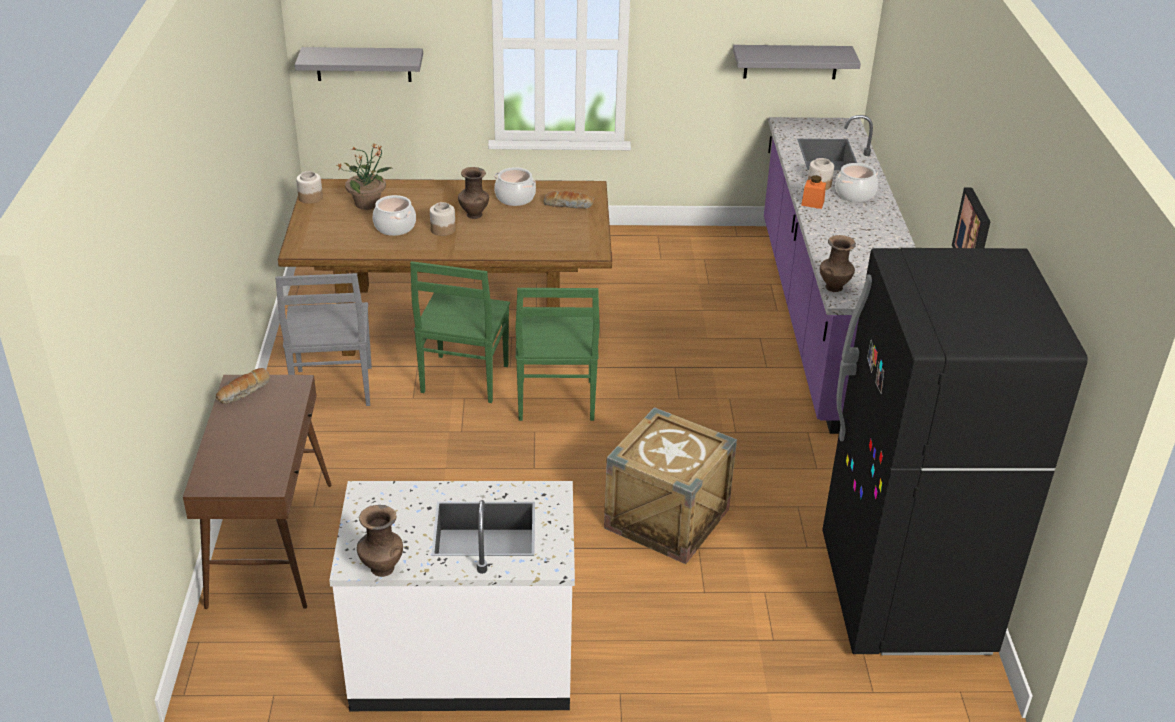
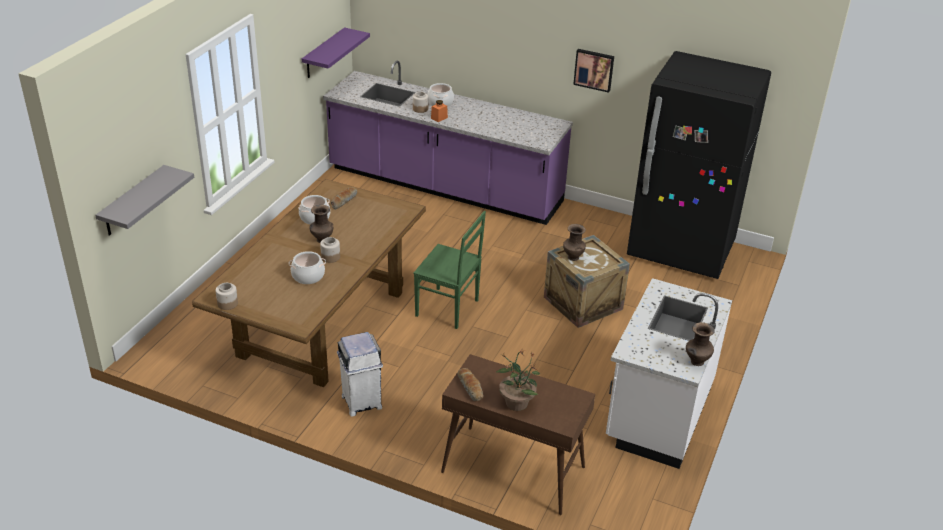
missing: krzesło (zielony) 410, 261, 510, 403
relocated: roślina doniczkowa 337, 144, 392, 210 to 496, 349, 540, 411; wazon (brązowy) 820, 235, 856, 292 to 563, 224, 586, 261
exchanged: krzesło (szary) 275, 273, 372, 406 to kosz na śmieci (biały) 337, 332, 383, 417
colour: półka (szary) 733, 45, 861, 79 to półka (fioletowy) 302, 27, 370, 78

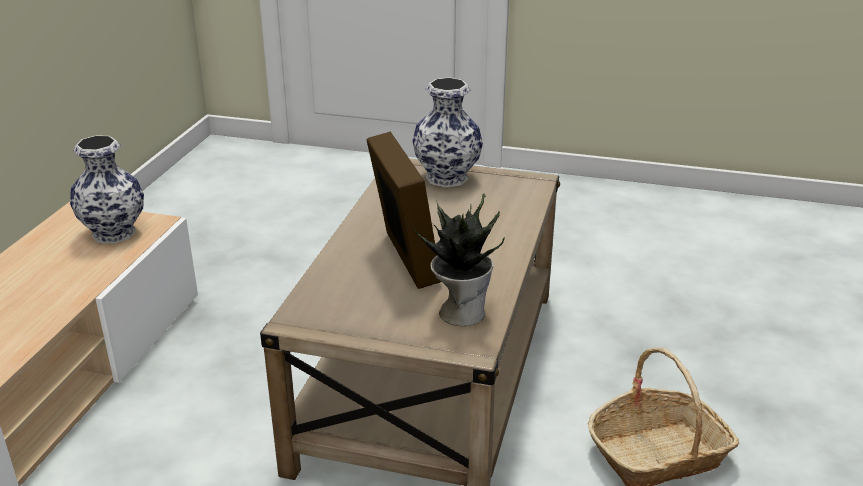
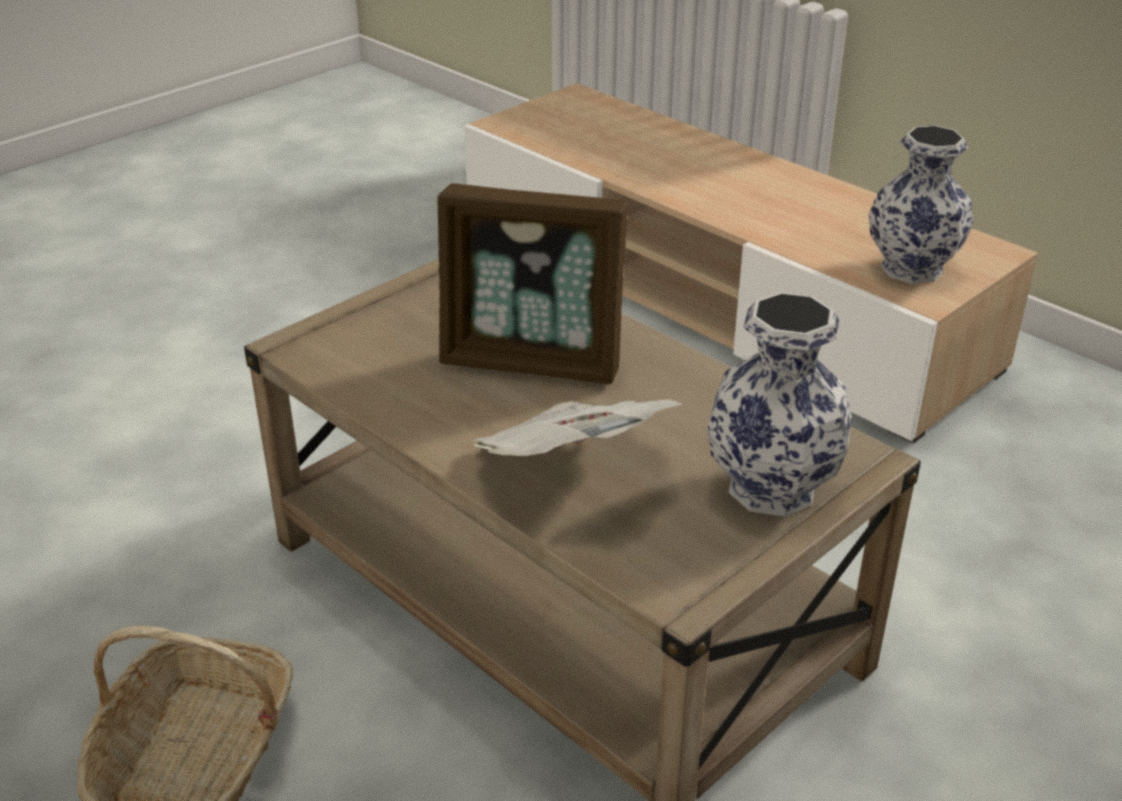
missing: roślina doniczkowa 414, 194, 505, 326
appeared: gazeta 472, 399, 683, 456

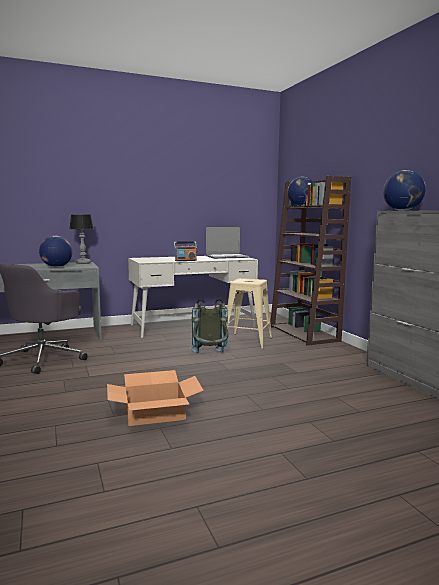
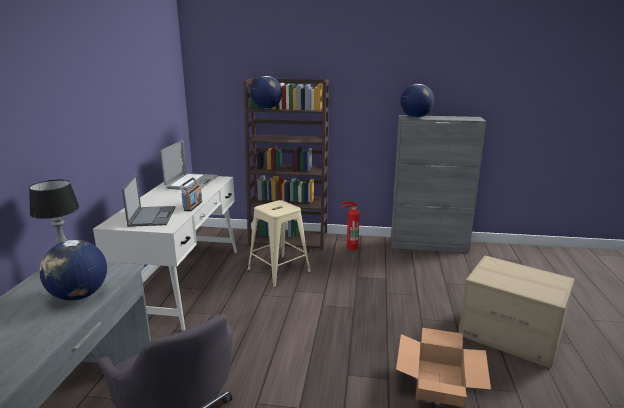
missing: plecak (szary) 190, 299, 229, 353
appeared: laptop 122, 174, 175, 227; gaśnica 341, 201, 360, 250; karton 458, 255, 575, 368

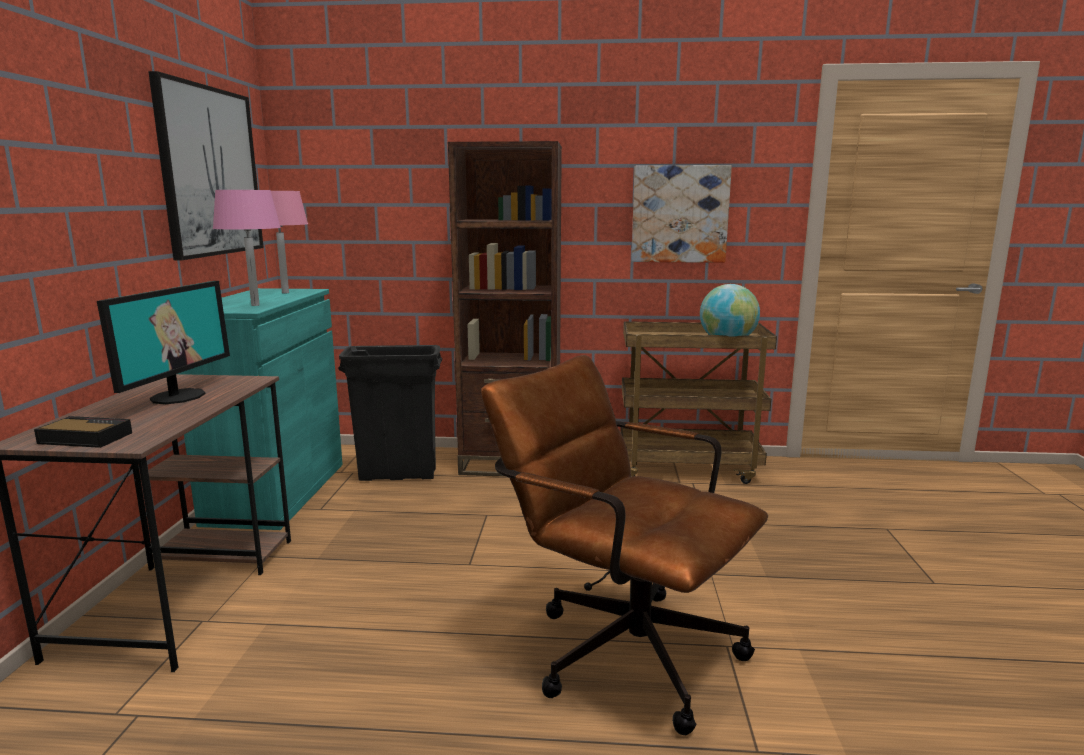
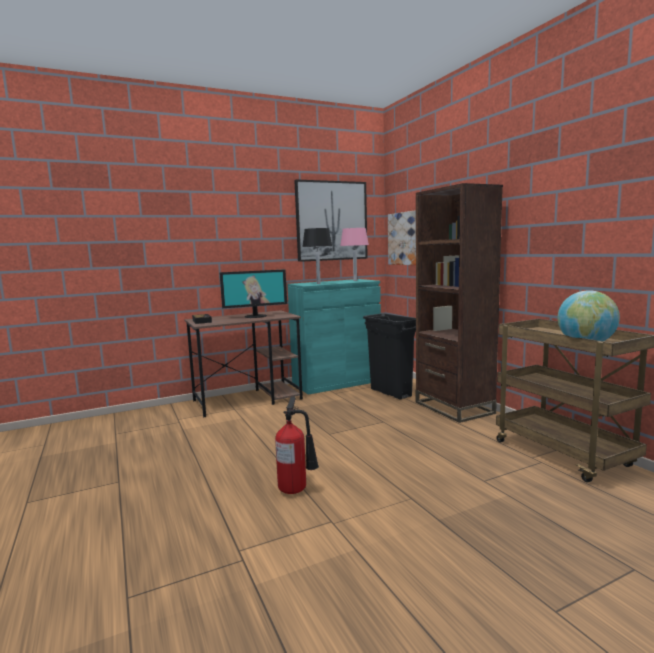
relocated: obraz 631, 165, 732, 263 to 388, 210, 416, 265
exchanged: krzesło biurowe (brązowy) 481, 355, 768, 735 to gaśnica 275, 397, 319, 494
colour: lampa stołowa (różowy) 213, 190, 281, 306 to lampa stołowa (czarny) 302, 228, 332, 284

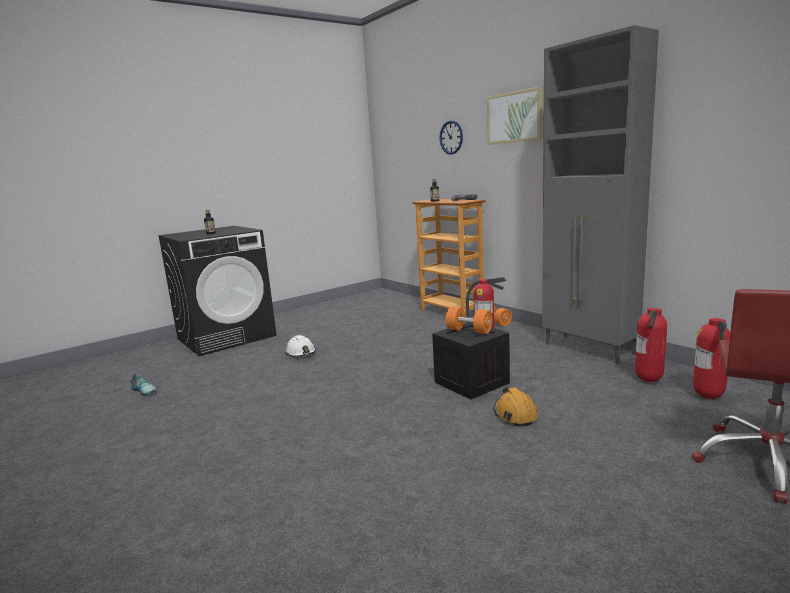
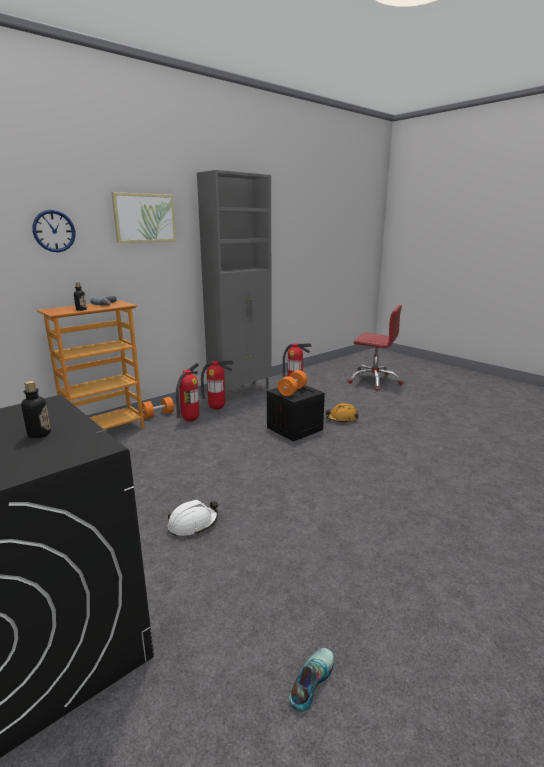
relocated: gaśnica 693, 318, 730, 399 to 201, 360, 234, 410

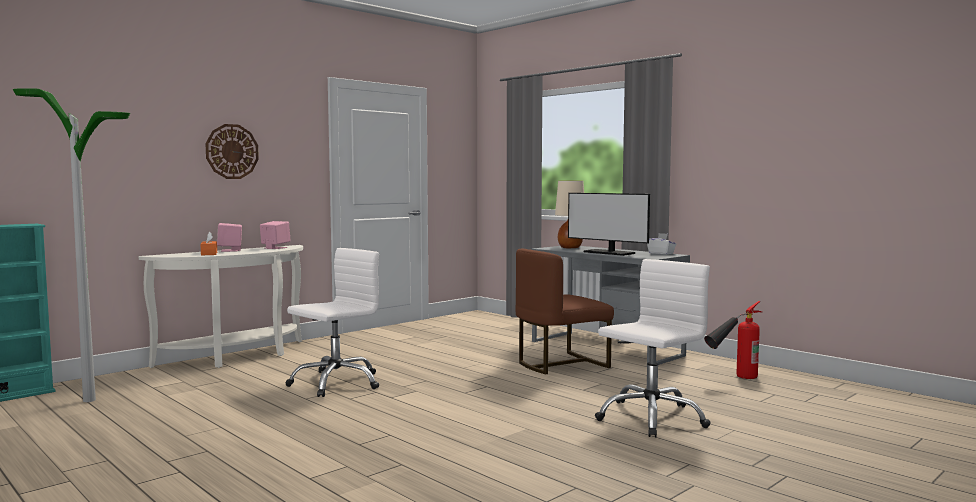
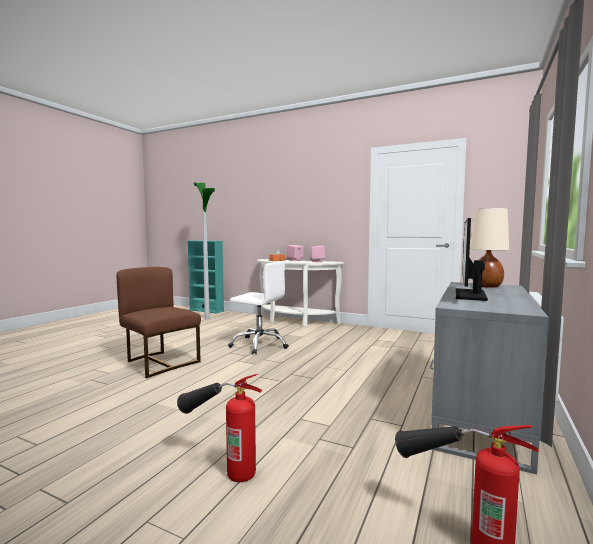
missing: zegar ścienny 205, 124, 259, 179; pudełko chusteczek (biały) 647, 233, 676, 254
relocated: krzesło (brązowy) 515, 248, 614, 375 to 116, 267, 201, 378
exchanged: krzesło biurowe (biały) 595, 259, 711, 437 to gaśnica 177, 374, 262, 482

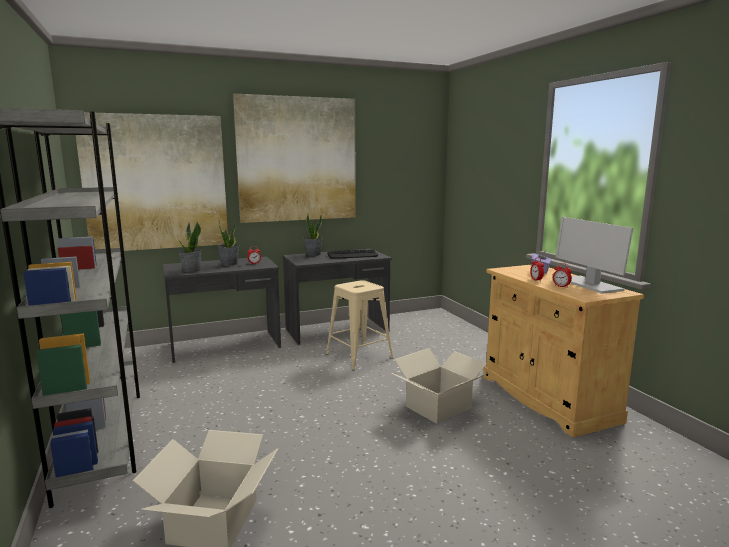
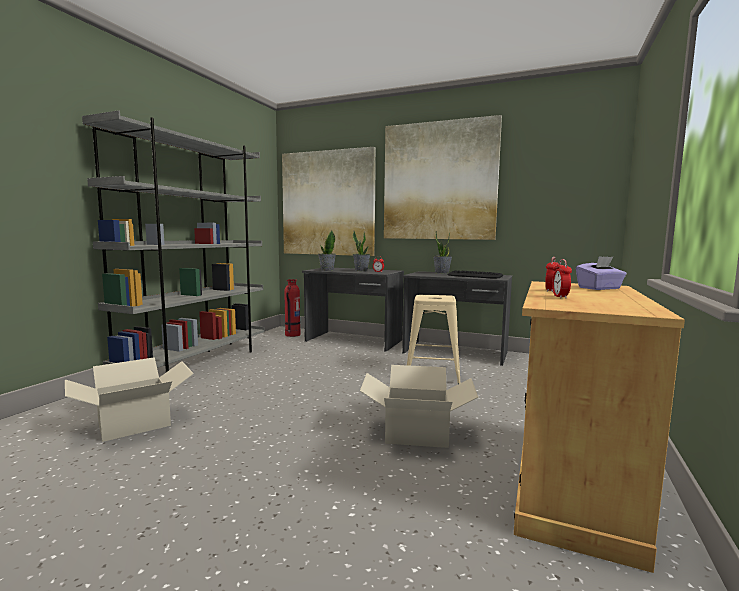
missing: monitor 555, 217, 633, 294
appeared: gaśnica 284, 279, 301, 337

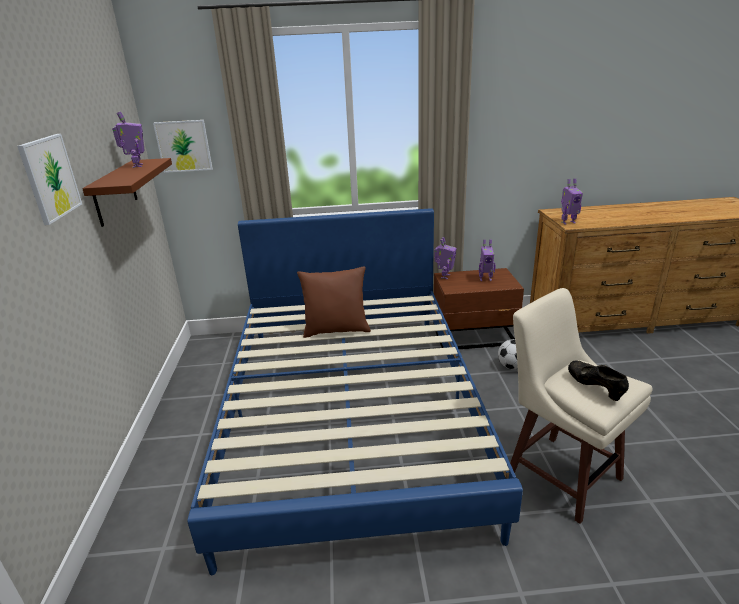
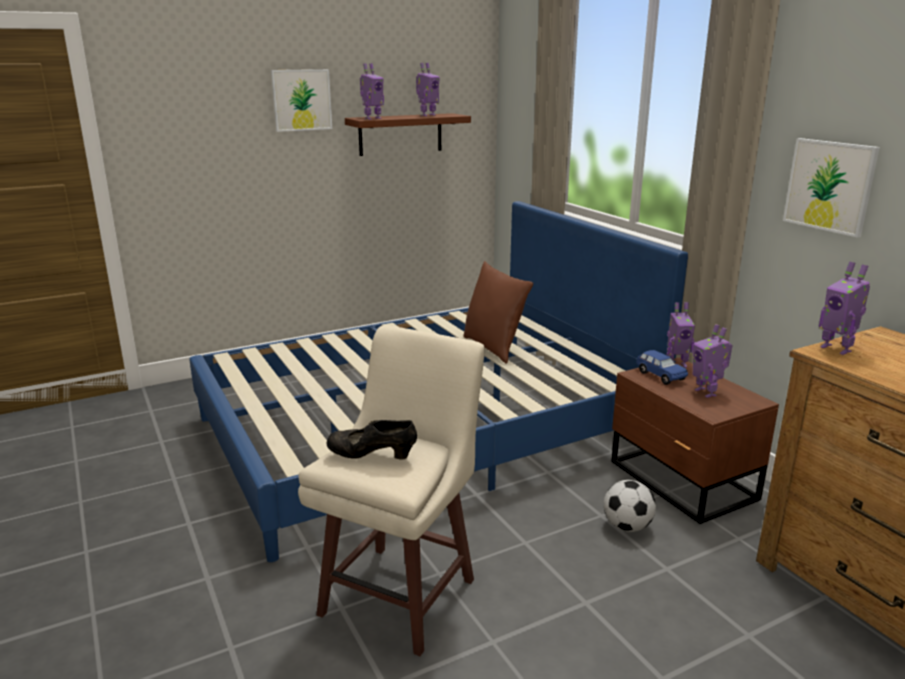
appeared: robot zabawkowy 360, 63, 384, 119; samochodzik (niebieski) 636, 350, 688, 385
relocated: obraz 153, 120, 213, 173 to 783, 138, 880, 238
spun: but (czarny) 568, 360, 629, 401 = 326, 420, 417, 460 120 degrees counterclockwise

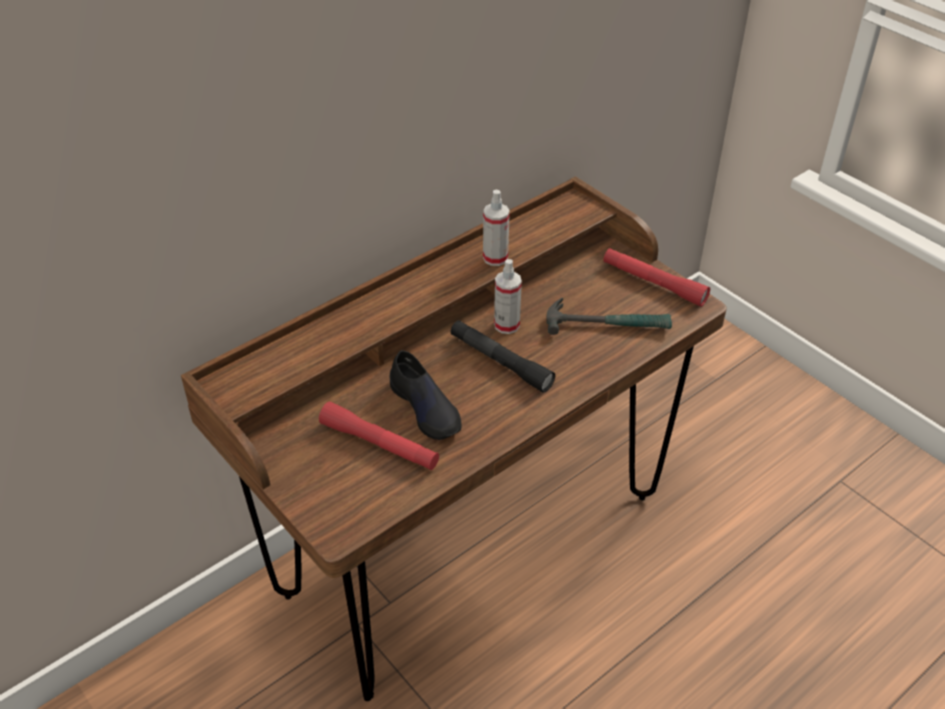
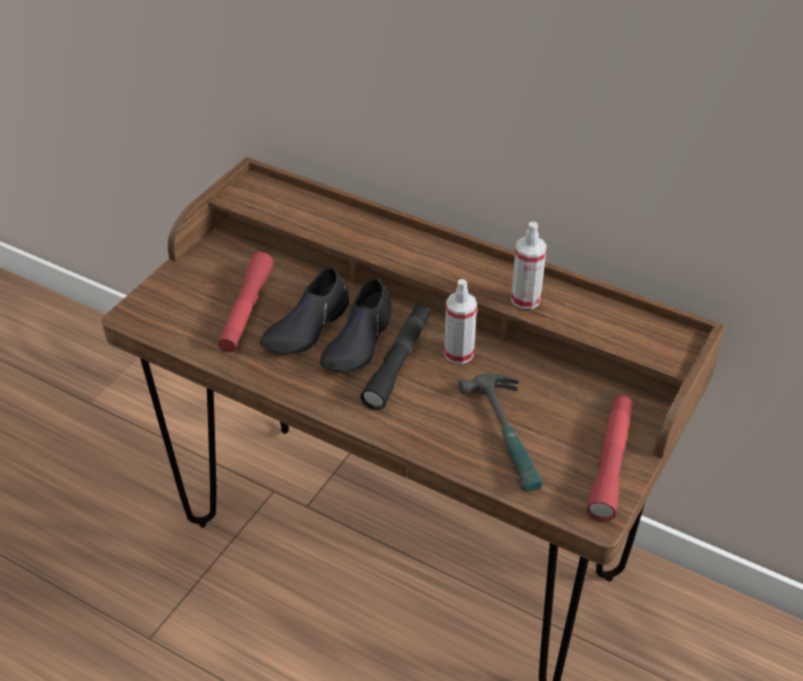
appeared: but (czarny) 320, 278, 392, 373

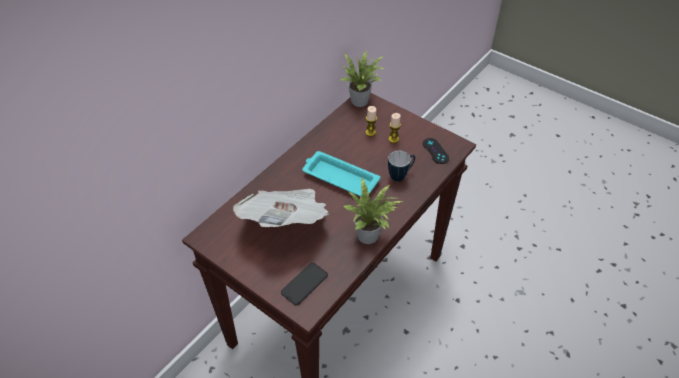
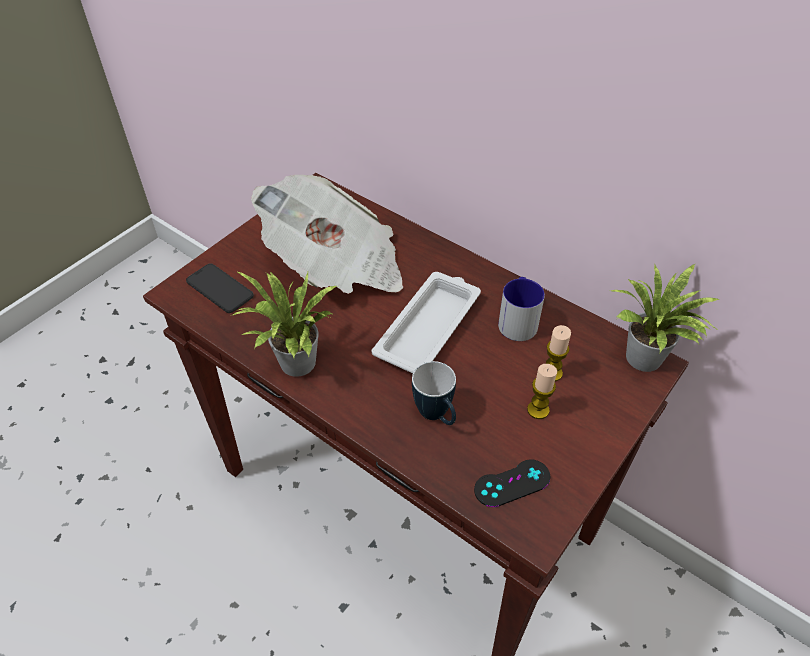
appeared: kubek 498, 277, 545, 341
colour: taca (turkusowy) 302, 151, 380, 197 to taca (biały) 372, 272, 481, 374

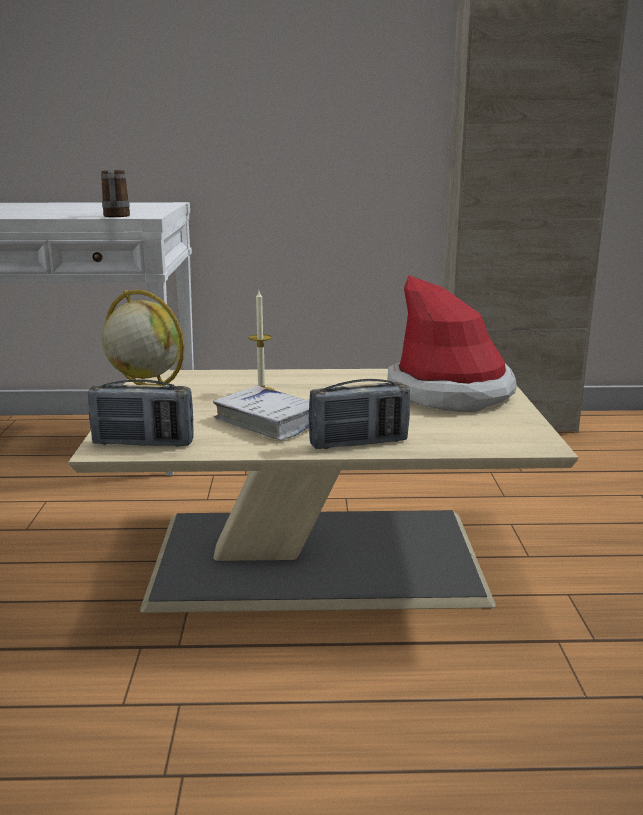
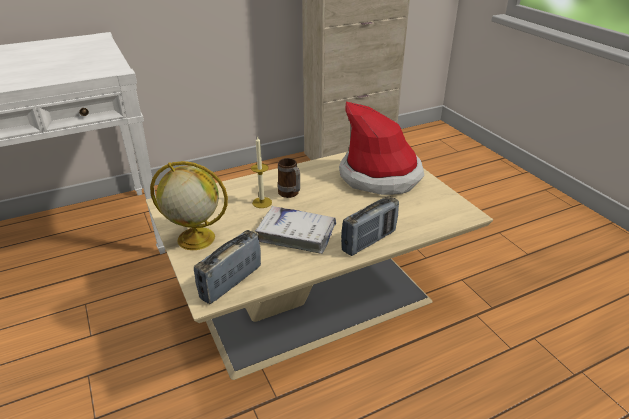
relocated: kubek 101, 170, 130, 217 to 277, 158, 300, 198
spun: radio 88, 379, 193, 447 = 194, 230, 261, 304 150 degrees clockwise

